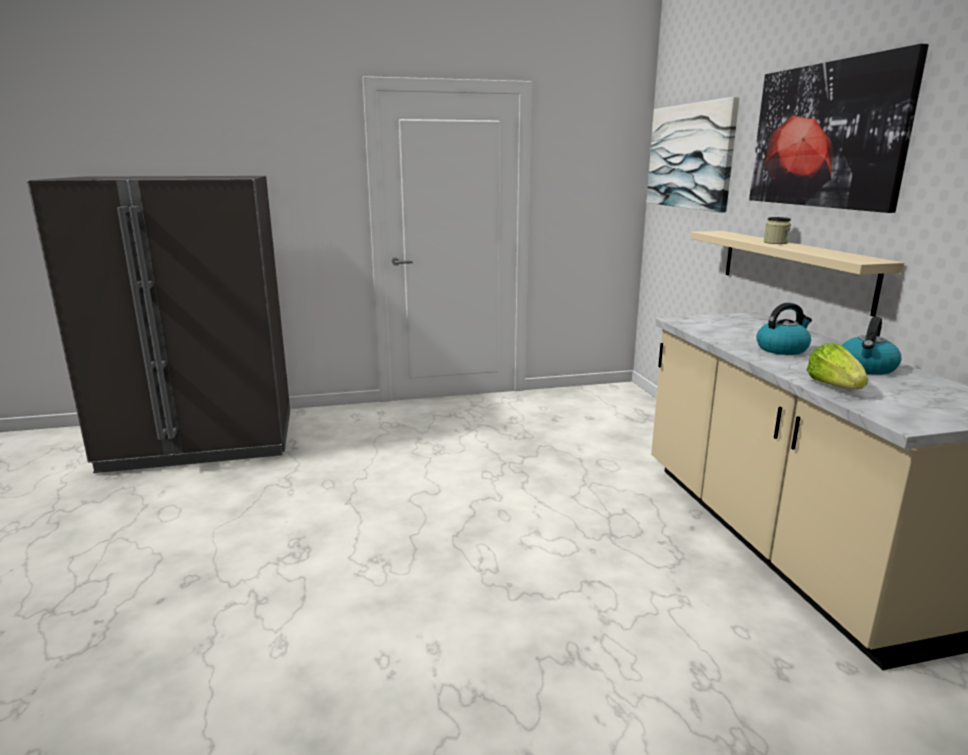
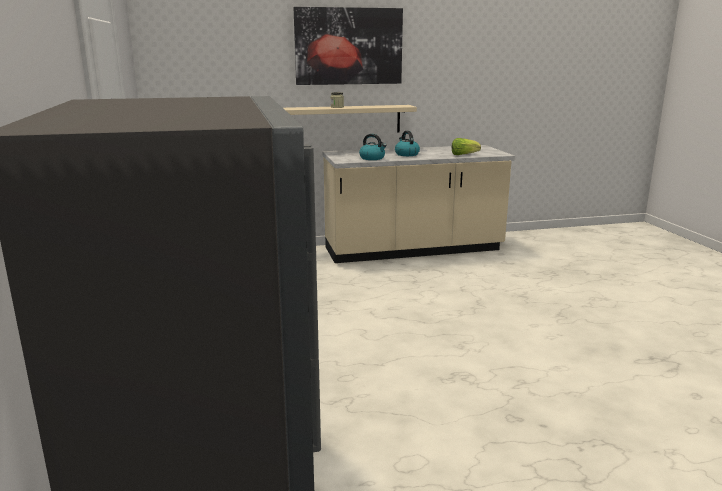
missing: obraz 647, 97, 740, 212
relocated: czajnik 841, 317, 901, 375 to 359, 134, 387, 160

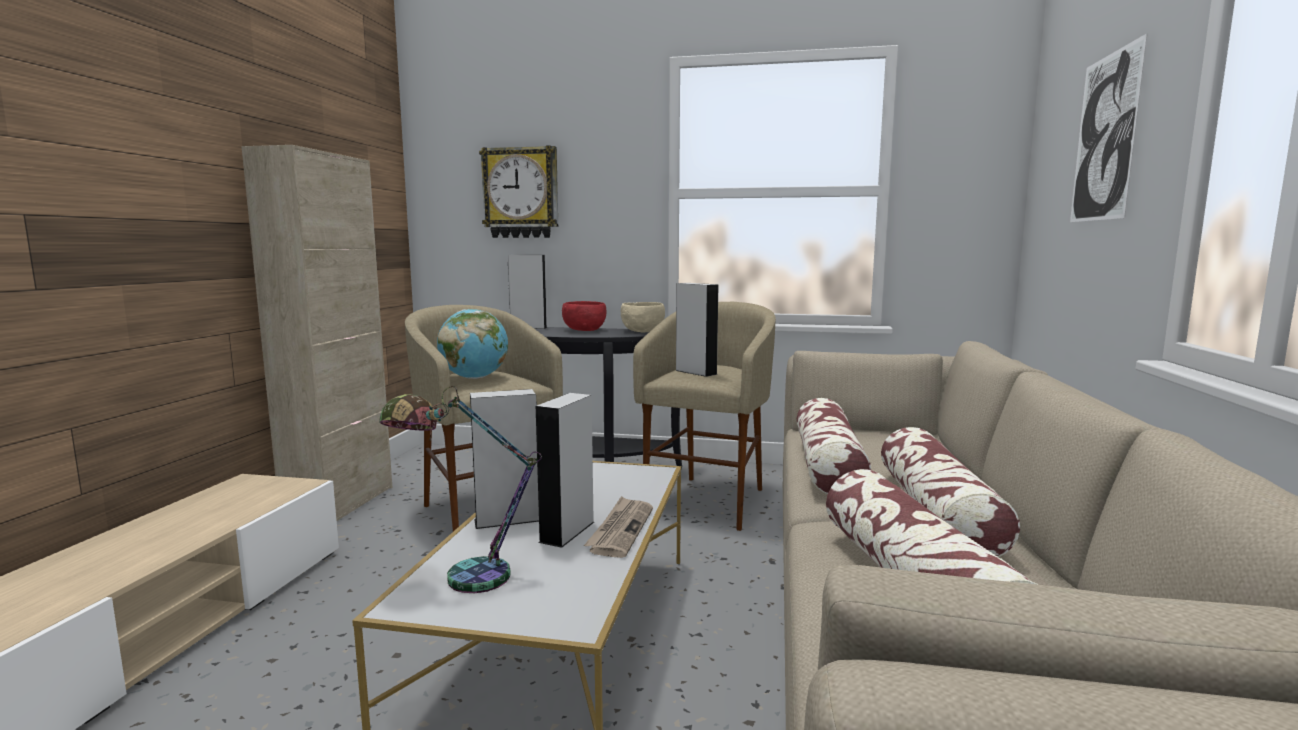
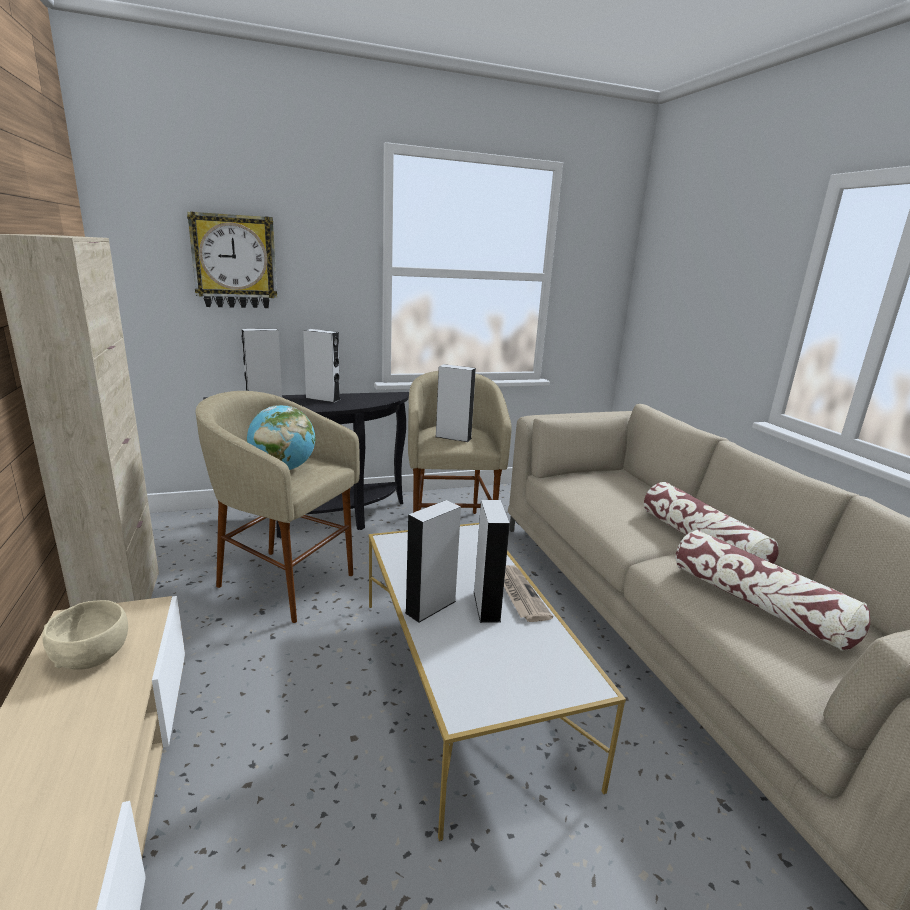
missing: lampa stołowa 379, 386, 542, 593; poduszka 797, 398, 871, 494; obraz 1070, 33, 1148, 222
relocated: miska (beżowy) 621, 302, 665, 332 to 42, 600, 128, 670
exchanged: miska (czerwony) 562, 301, 606, 331 to głośnik (szary) 303, 329, 340, 403

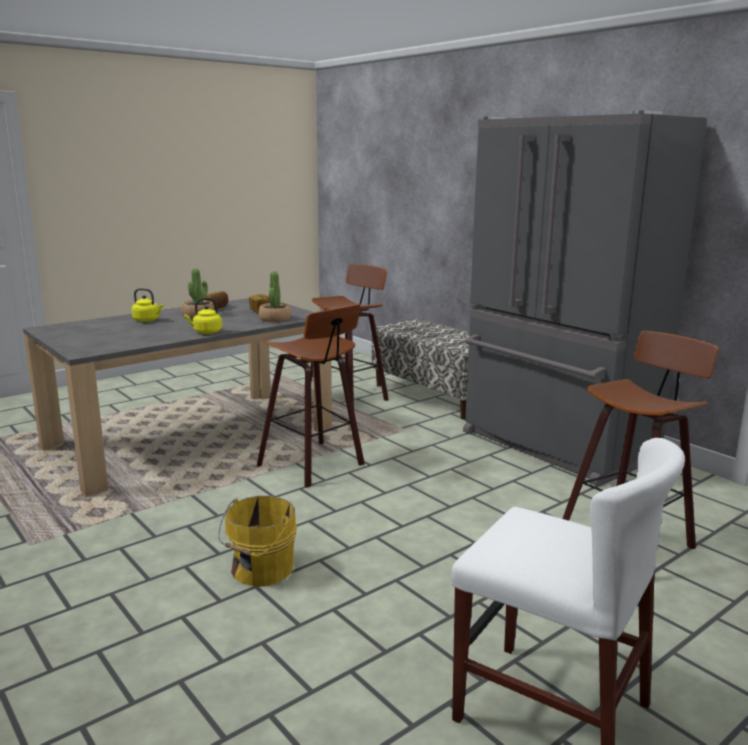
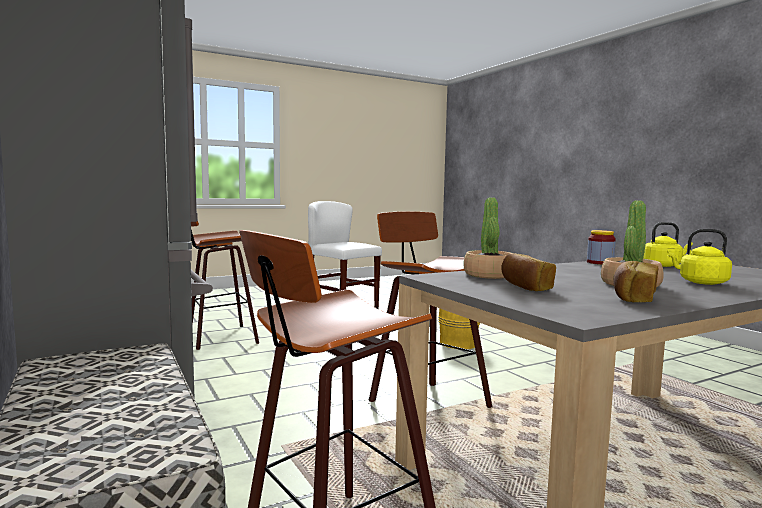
appeared: słoik 587, 230, 616, 264
relocated: czajnik (żółty) 184, 298, 222, 334 to 643, 222, 693, 267

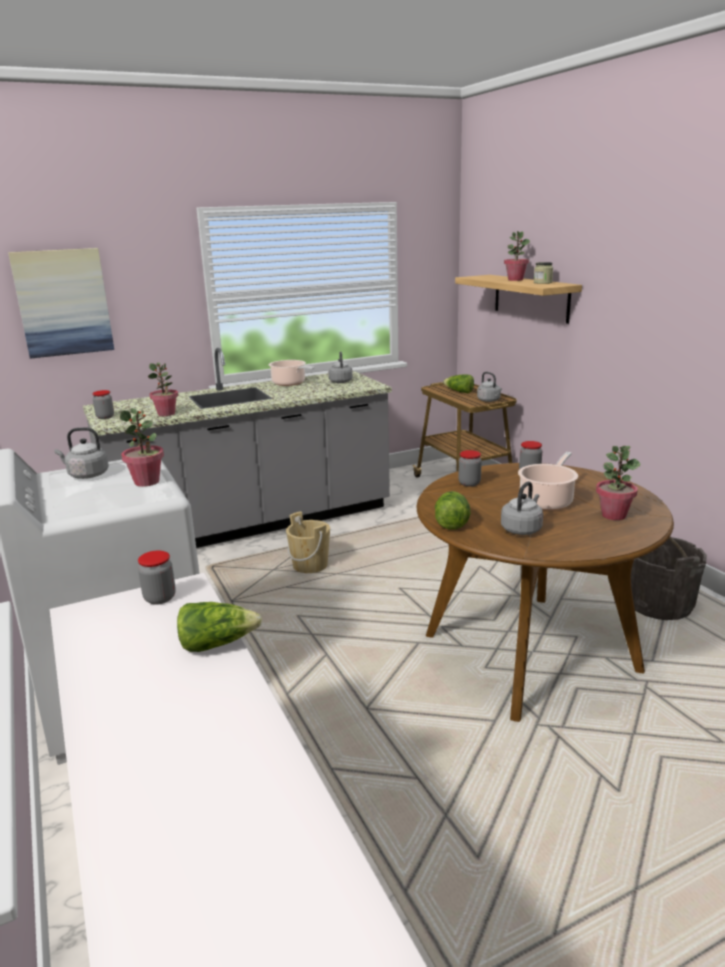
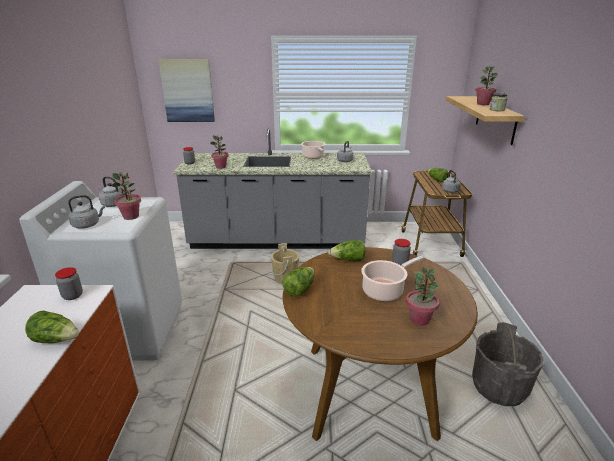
relocated: czajnik (szary) 501, 481, 543, 535 to 68, 195, 105, 229
exchanged: słoik 458, 450, 482, 487 to sałata 328, 240, 366, 261

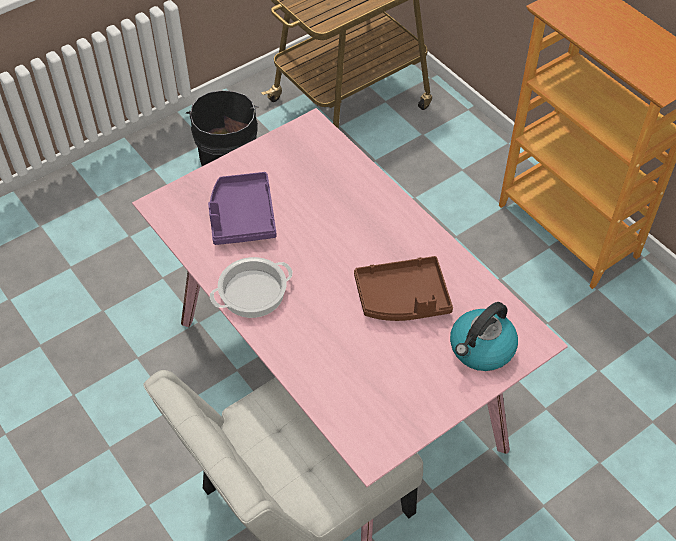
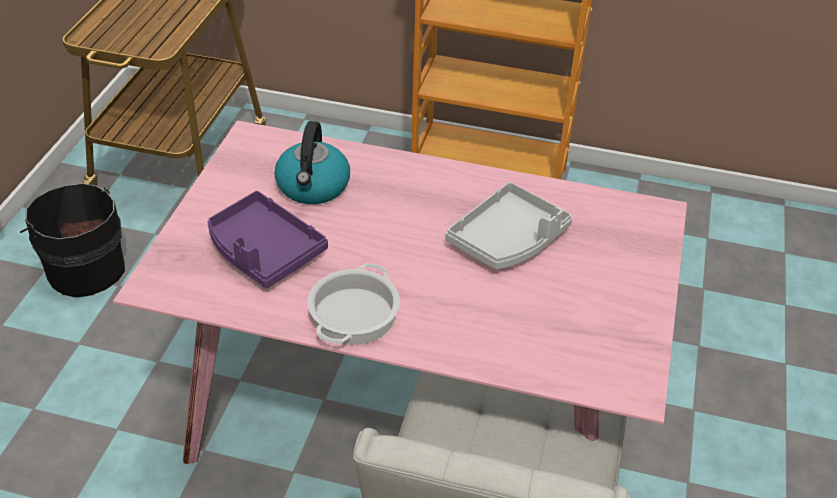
relocated: czajnik 450, 302, 518, 371 to 274, 121, 350, 204
colour: taca (brązowy) 354, 256, 453, 321 to taca (szary) 445, 182, 573, 270

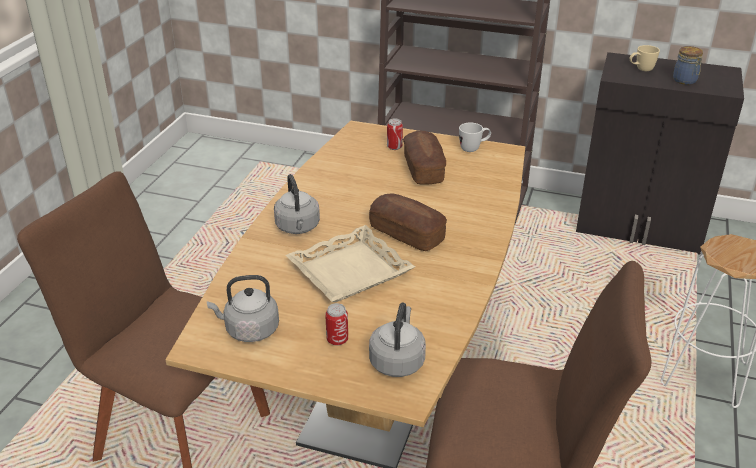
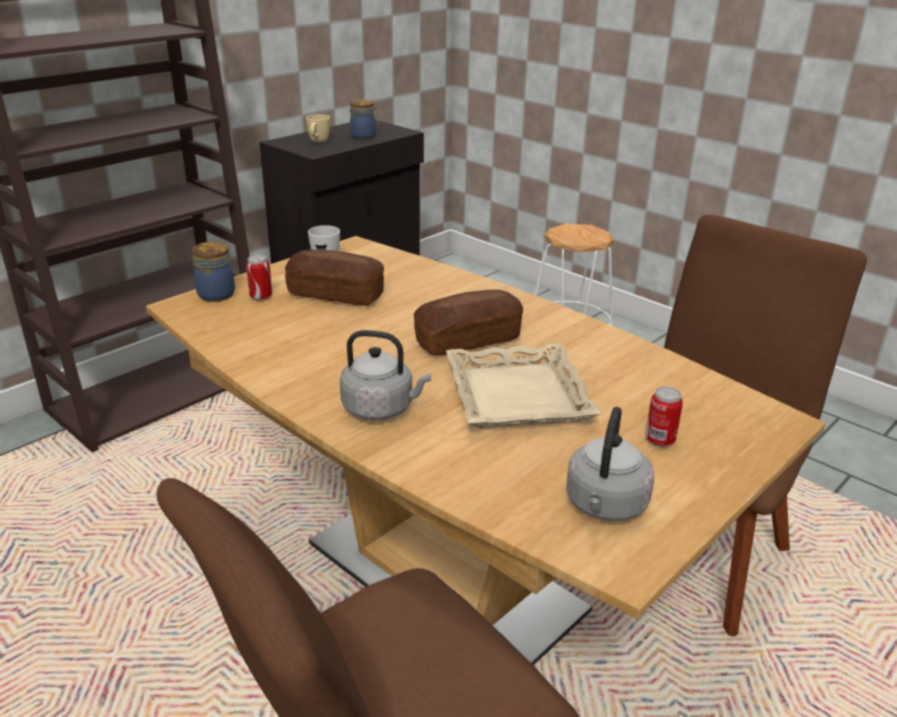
missing: czajnik (szary) 369, 303, 426, 377
appeared: słoik 192, 242, 235, 302

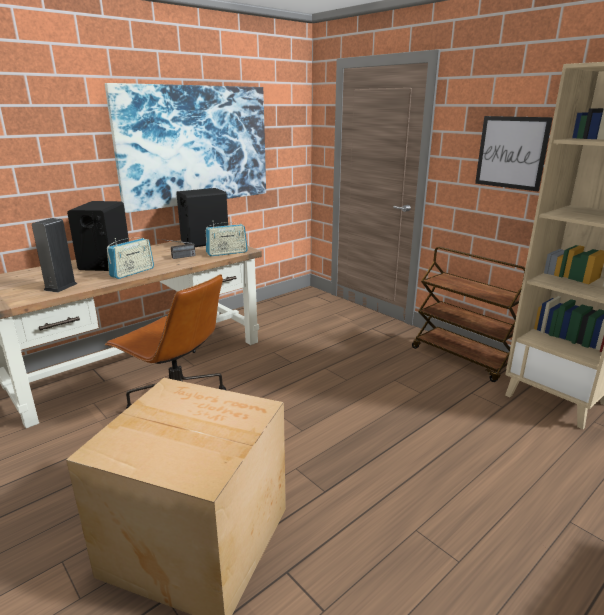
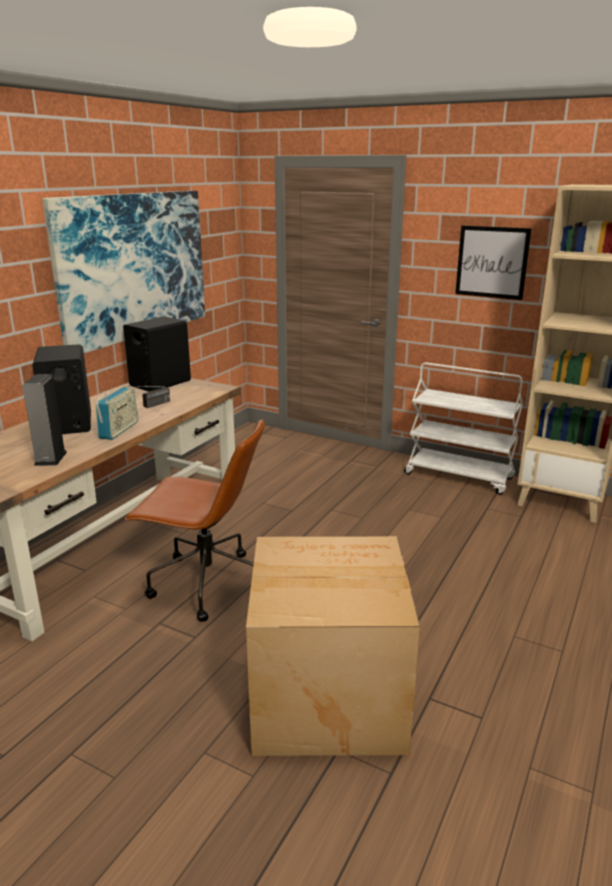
missing: radio 206, 222, 248, 256
colour: wózek (brązowy) 412, 247, 525, 382 to wózek (biały) 404, 362, 523, 495

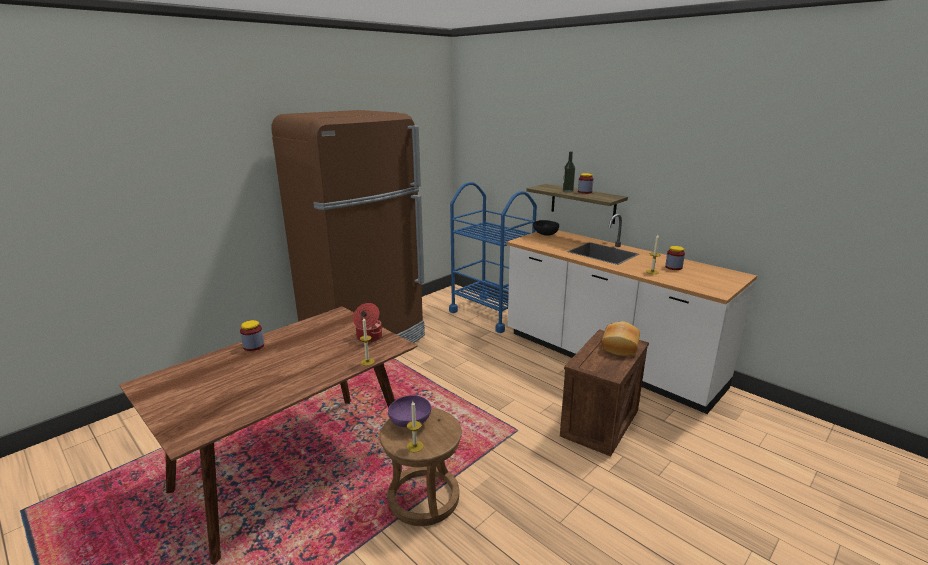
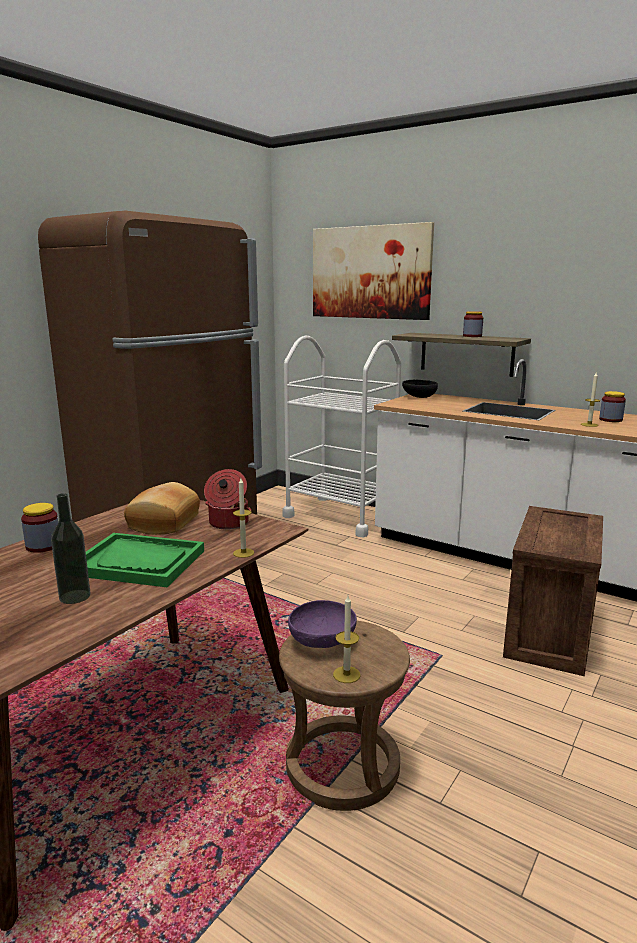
appeared: taca (zielony) 86, 533, 204, 587; obraz 313, 222, 434, 320
relocated: butelka 563, 151, 575, 193 to 51, 493, 91, 604; chleb 601, 321, 640, 356 to 124, 482, 200, 535
colour: wózek (niebieski) 449, 182, 537, 333 to wózek (biały) 282, 335, 401, 538

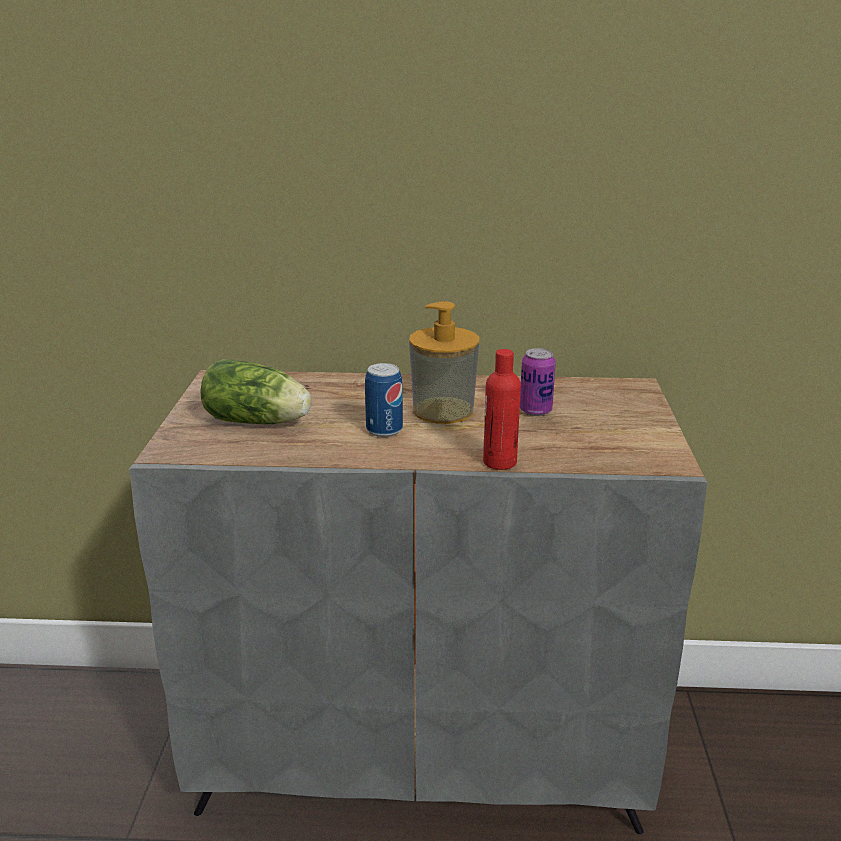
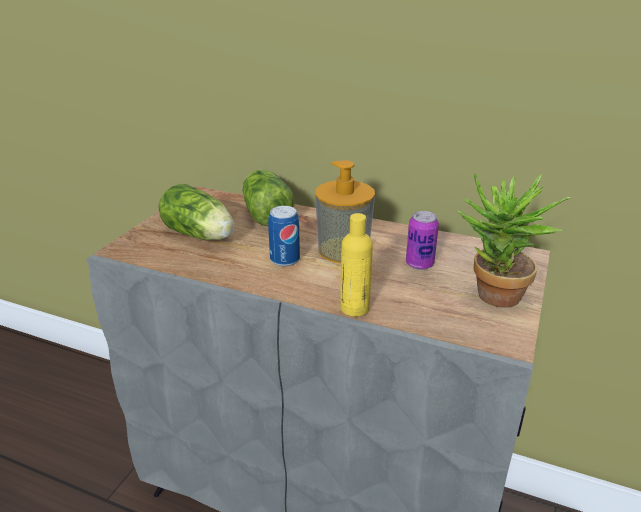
appeared: sałata 243, 170, 294, 226; roślina doniczkowa 458, 173, 571, 308
colour: butelka (czerwony) 483, 349, 521, 470 to butelka (żółty) 340, 213, 373, 317

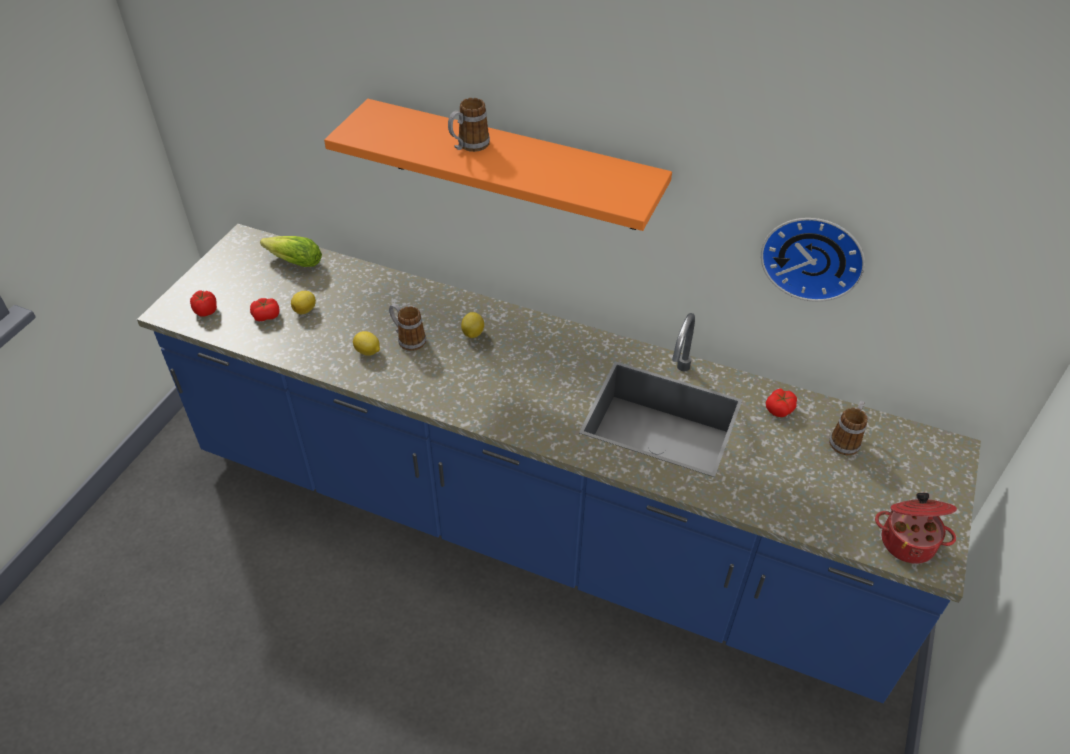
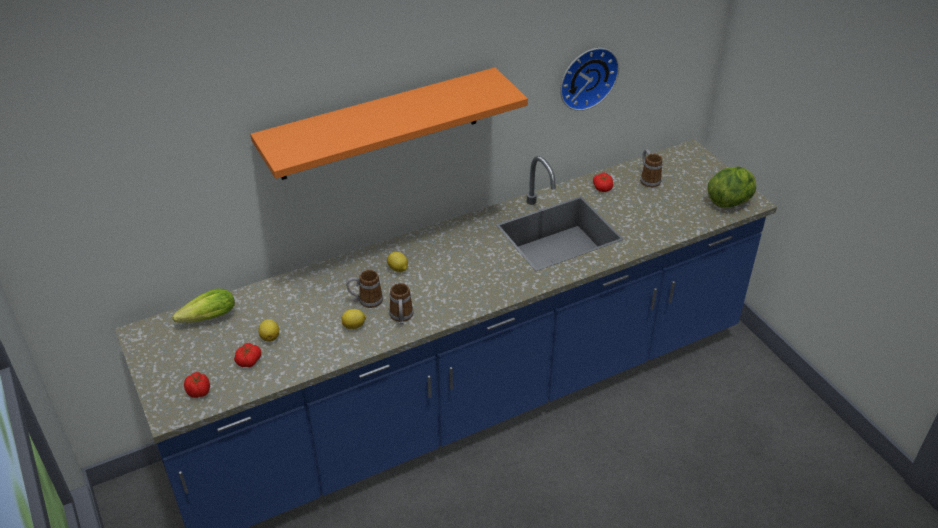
relocated: kubek 448, 98, 490, 152 to 389, 283, 414, 324
exchanged: garnek 875, 493, 957, 564 to sałata 708, 167, 756, 208

